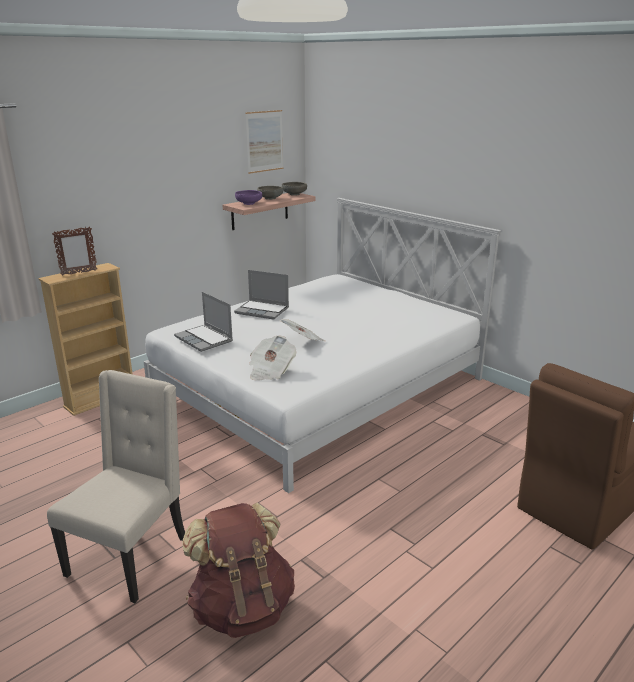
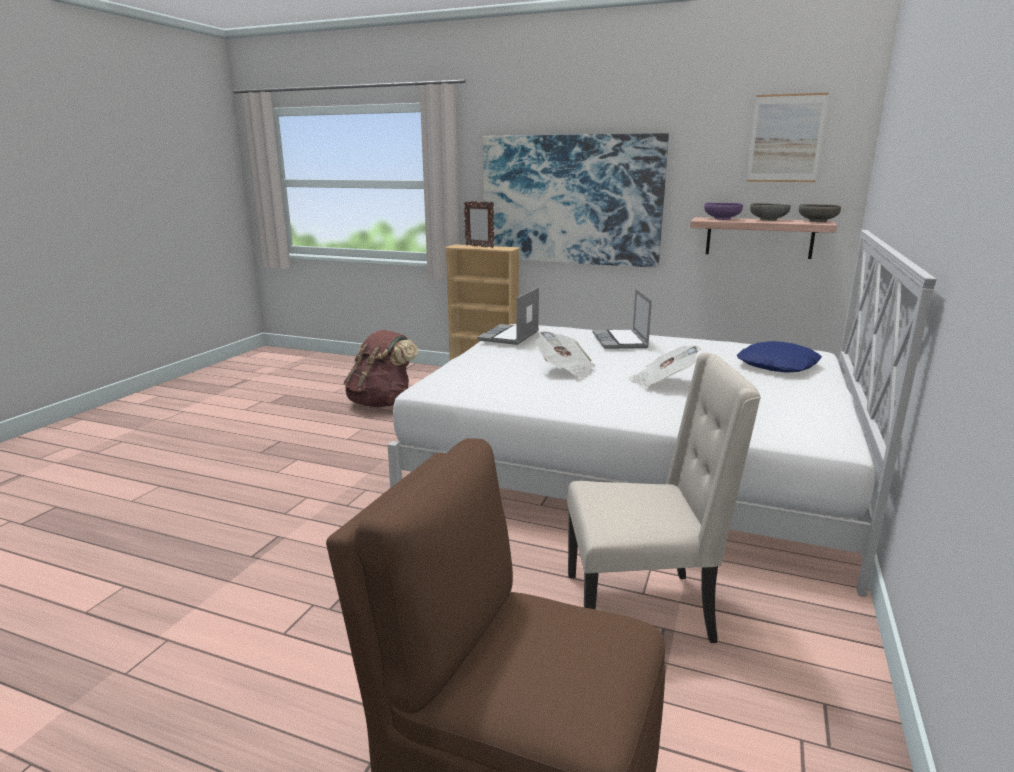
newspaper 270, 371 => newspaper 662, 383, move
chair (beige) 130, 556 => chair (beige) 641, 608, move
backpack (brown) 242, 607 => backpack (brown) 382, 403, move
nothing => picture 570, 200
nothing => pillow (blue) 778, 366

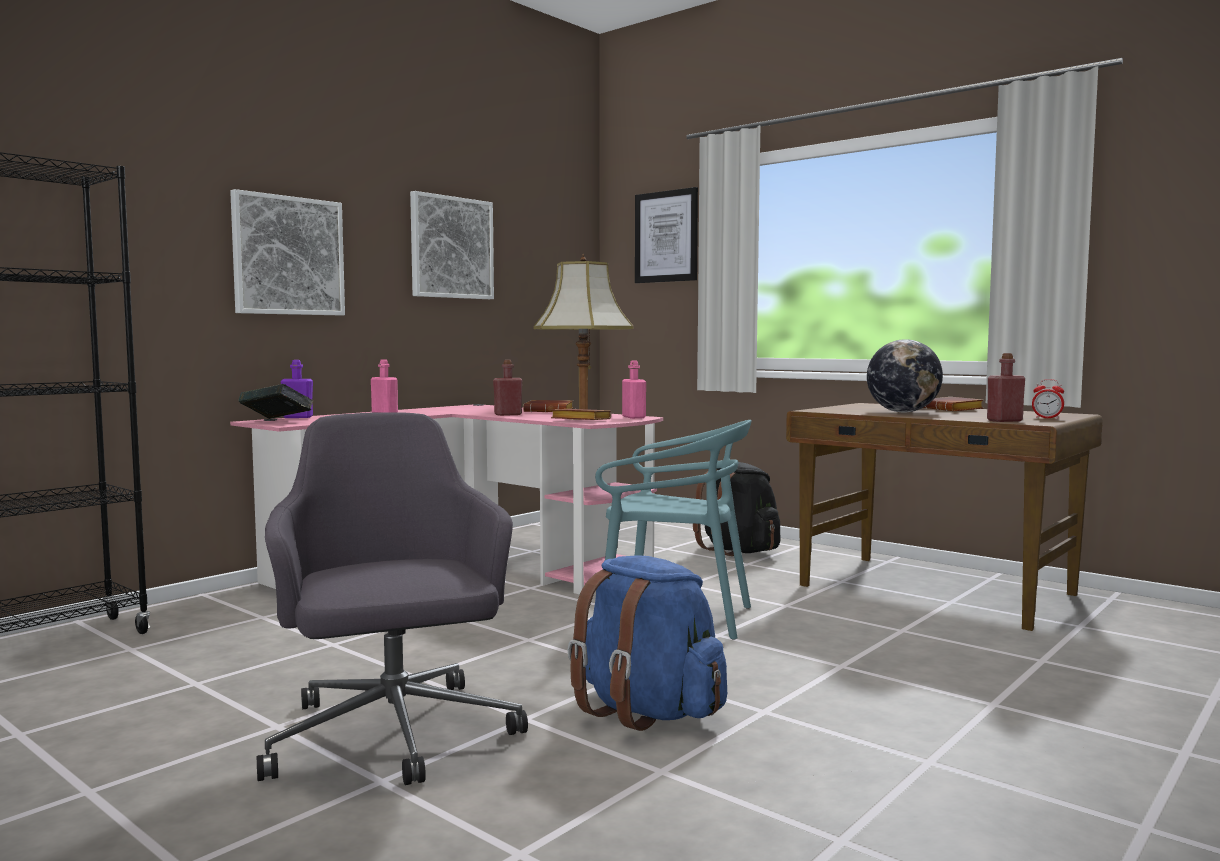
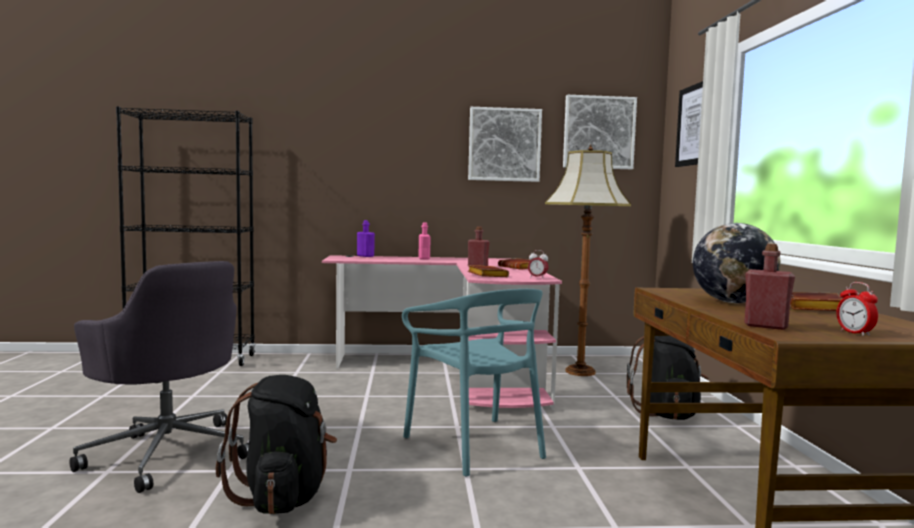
picture 288, 256 => picture 599, 132, move
bottle (pink) 633, 417 => alarm clock 537, 278
book 277, 421 => nothing
office chair (grey) 393, 737 => office chair (grey) 168, 452, 105 degrees clockwise
backpack (blue) 647, 711 => backpack (black) 283, 496

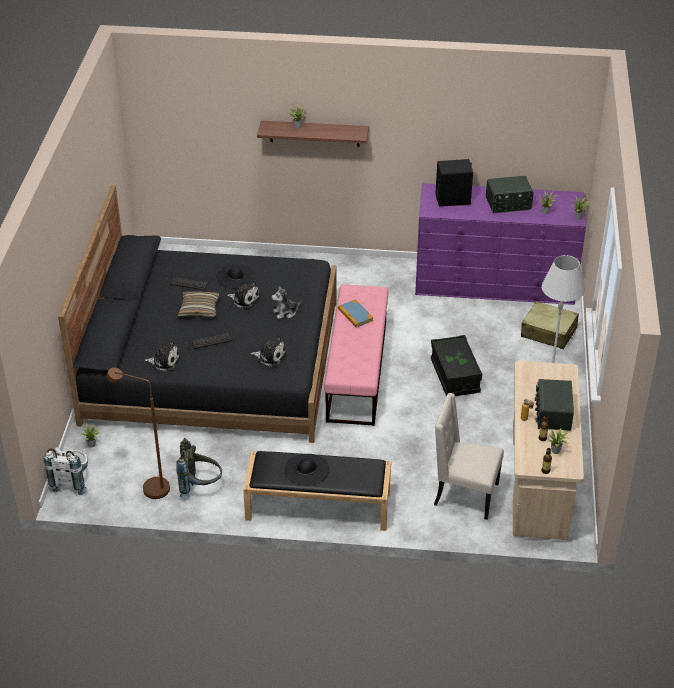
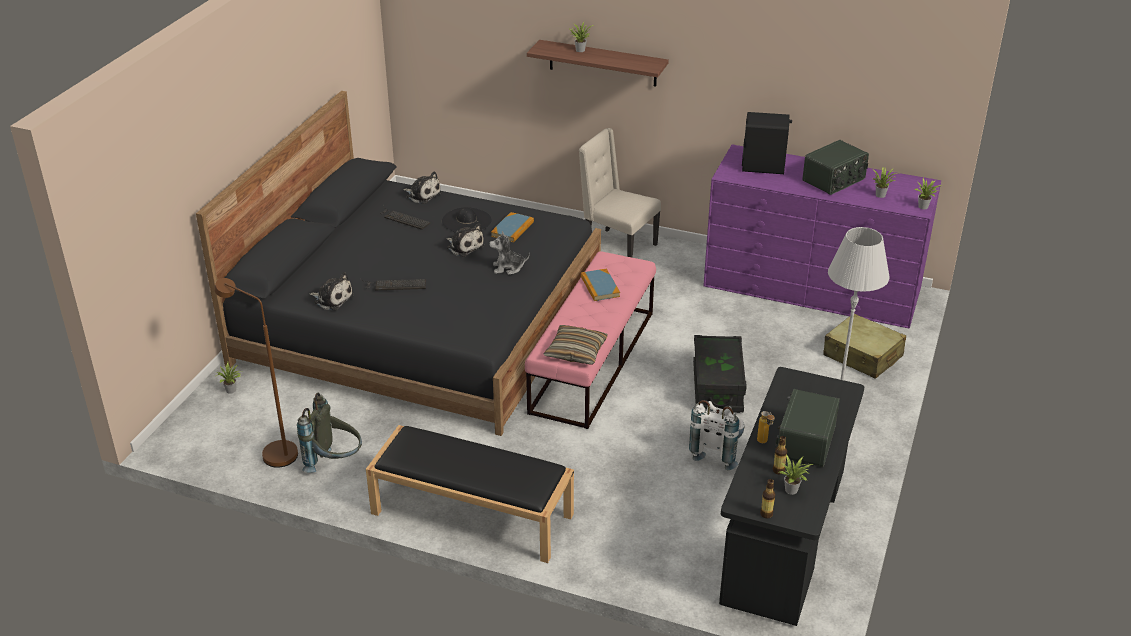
radio 508, 204 => radio 834, 180, 45 degrees counterclockwise
pillow 199, 309 => pillow 576, 352, move
plush toy 270, 356 => plush toy 422, 195, move
desk (beige) 539, 480 => desk (black) 785, 537
chair (beige) 464, 495 => chair (beige) 617, 248, move
backpack (white) 72, 481 => backpack (white) 717, 451, move
hat (black) 307, 470 => nothing
nothing => book 512, 229

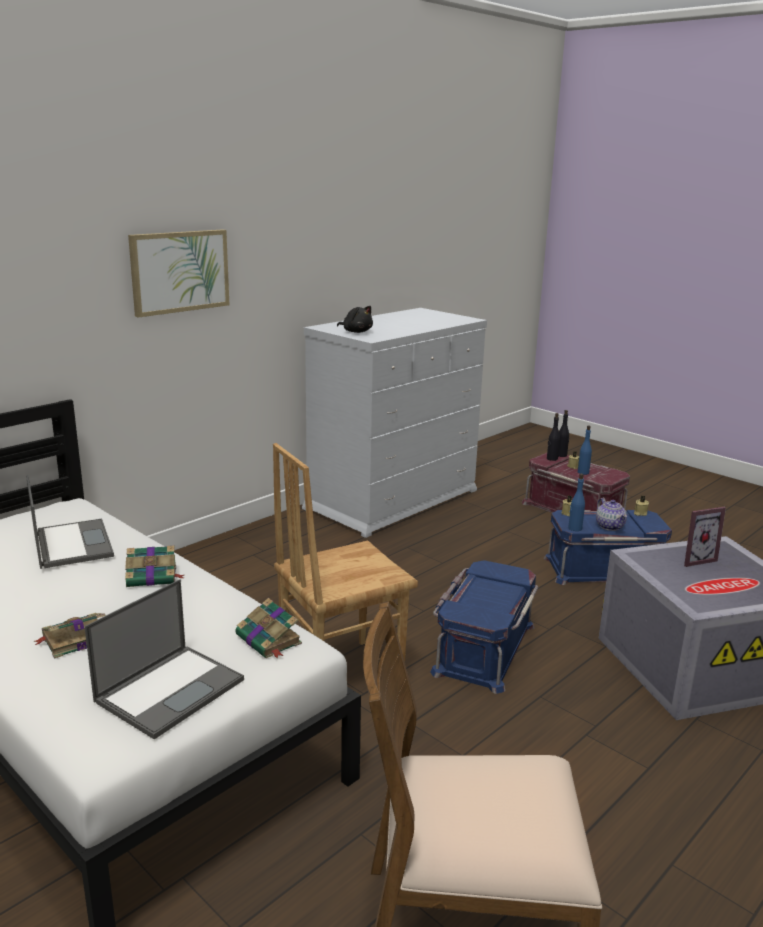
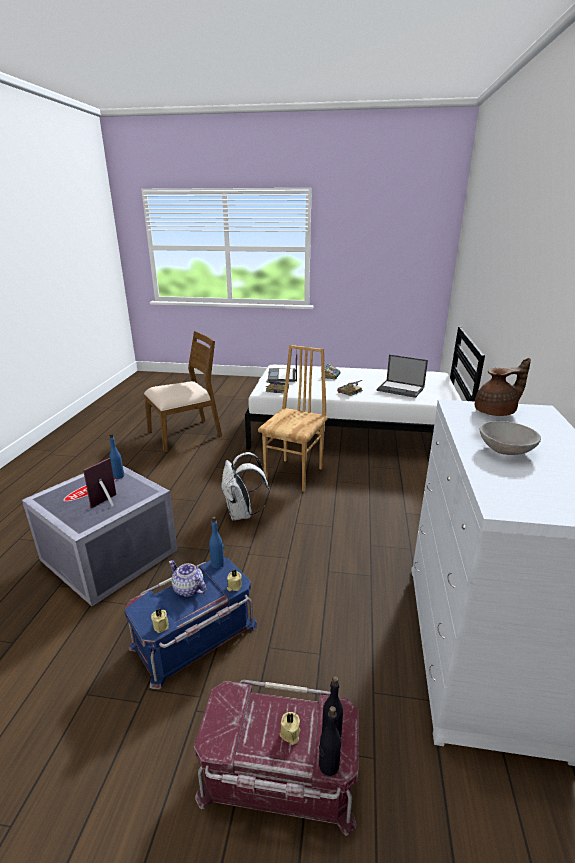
picture 180, 271 => nothing
plush toy (black) 356, 332 => teapot (brown) 496, 412
bottle (blue) 583, 472 => bottle (blue) 118, 476, move
storage box (blue) 483, 648 => backpack (white) 242, 513
nothing => bowl (grey) 505, 450

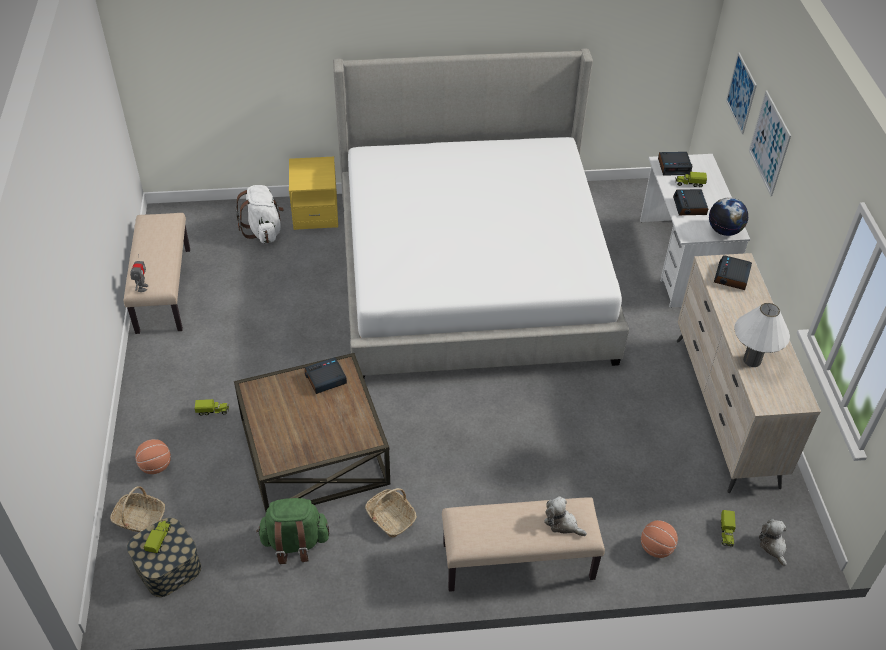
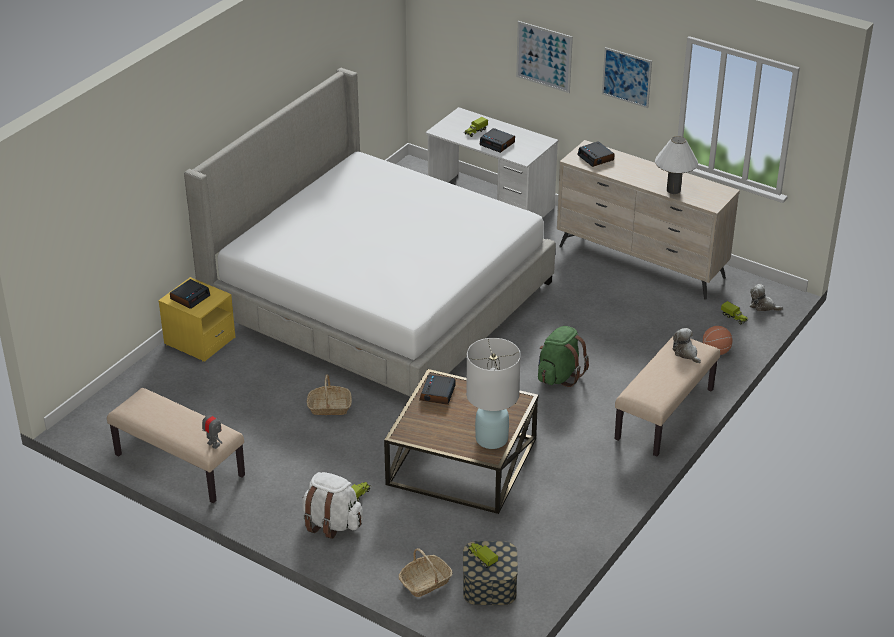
picture 741, 93 => picture 626, 77, move
alarm clock 674, 166 => alarm clock 190, 297, move
backpack (white) 264, 231 => backpack (white) 331, 523, move
globe 724, 230 => nothing
basketball 156, 466 => nothing
basket 390, 518 => basket 329, 407, move
plush toy 562, 523 => plush toy 686, 353, 75 degrees clockwise
backpack (green) 295, 543 => backpack (green) 559, 376, move
nothing => table lamp (white) 491, 439

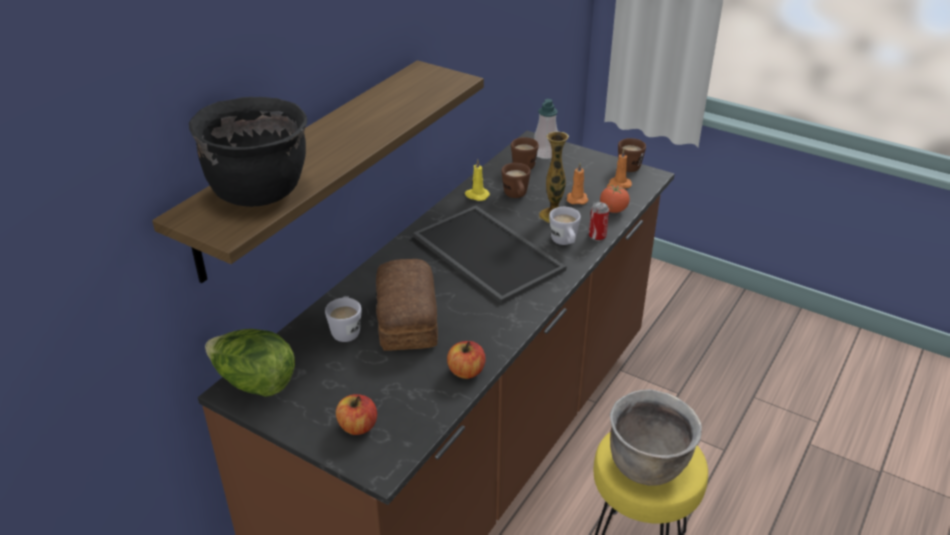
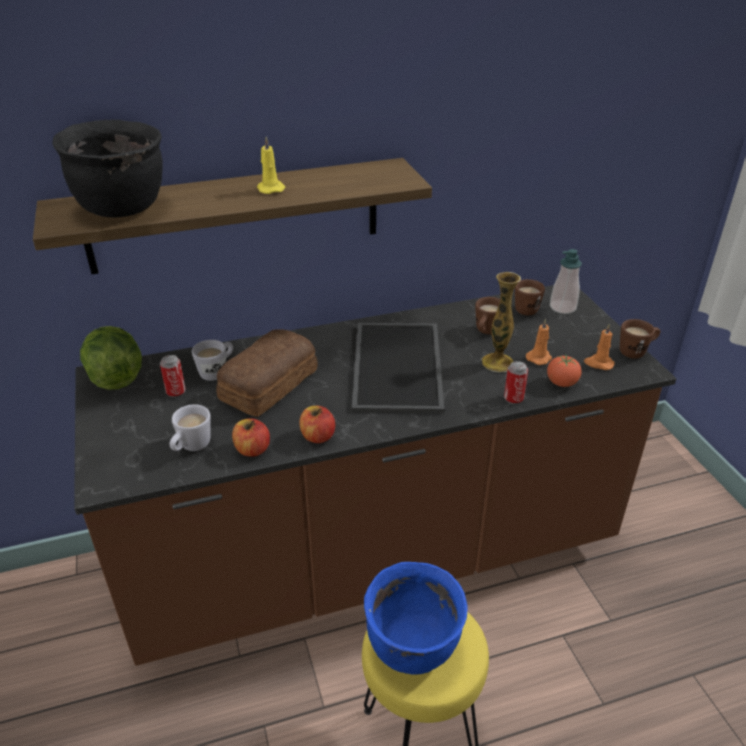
candle (yellow) 476, 195 => candle (yellow) 270, 188, move
mug (white) 565, 243 => mug (white) 191, 447, move
cooking pot (brown) 648, 465 => cooking pot (blue) 413, 647
apple 357, 426 => apple 317, 436, move
nothing => can 176, 392

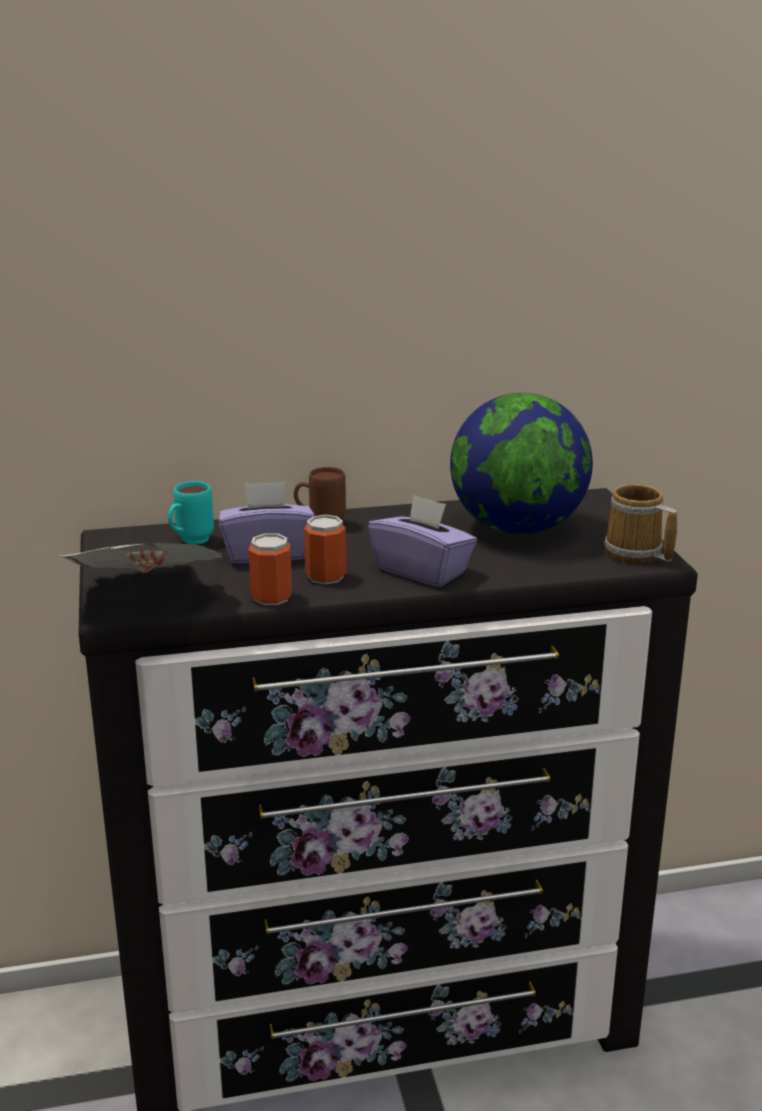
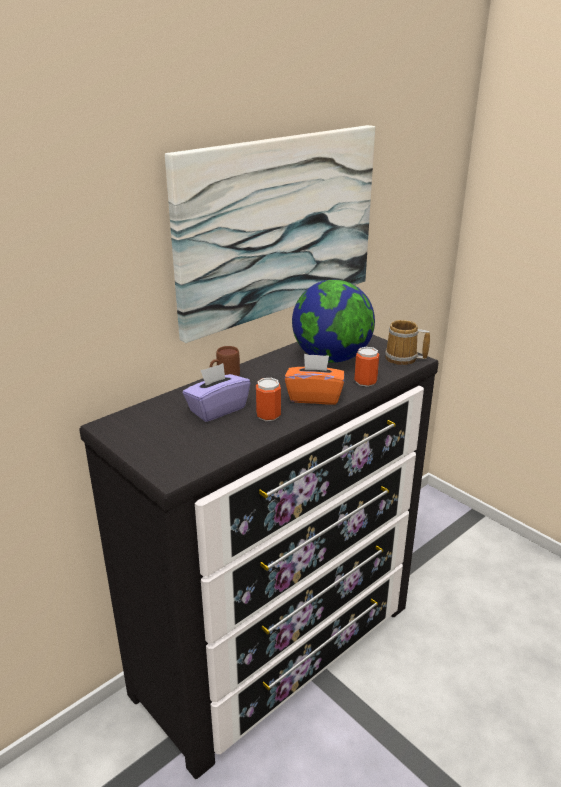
mug (turquoise) 190, 542 => nothing
tissue box (purple) 422, 571 => tissue box (orange) 314, 397
can 271, 597 => can 365, 381, move
newspaper 148, 597 => nothing
nothing => picture 278, 227

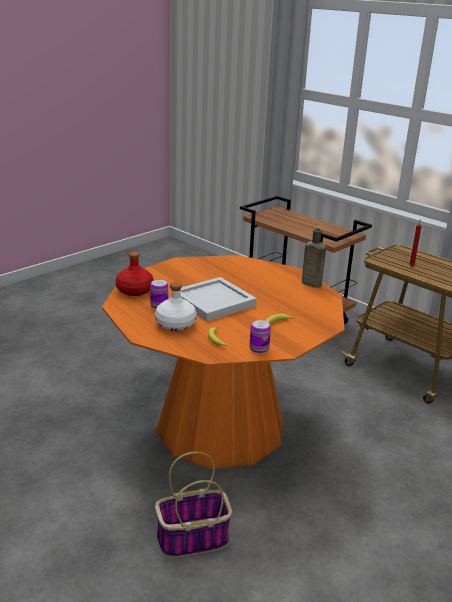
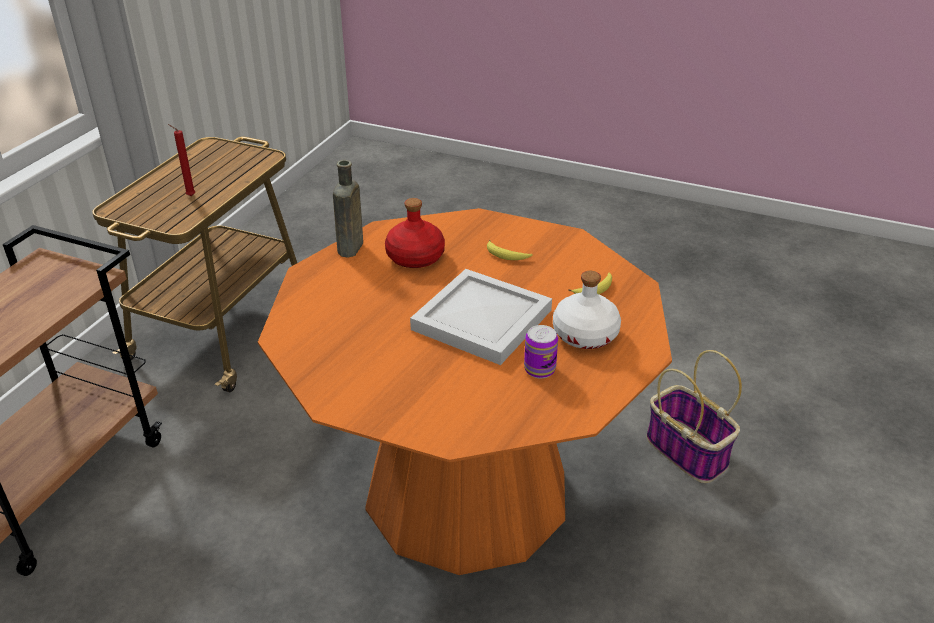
bottle (red) 135, 290 => bottle (red) 414, 257, move
can 259, 349 => nothing

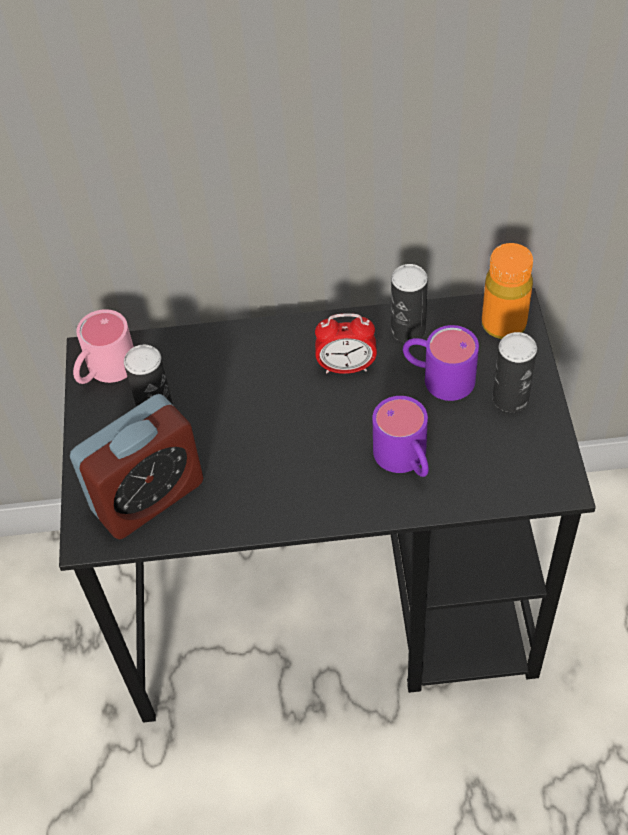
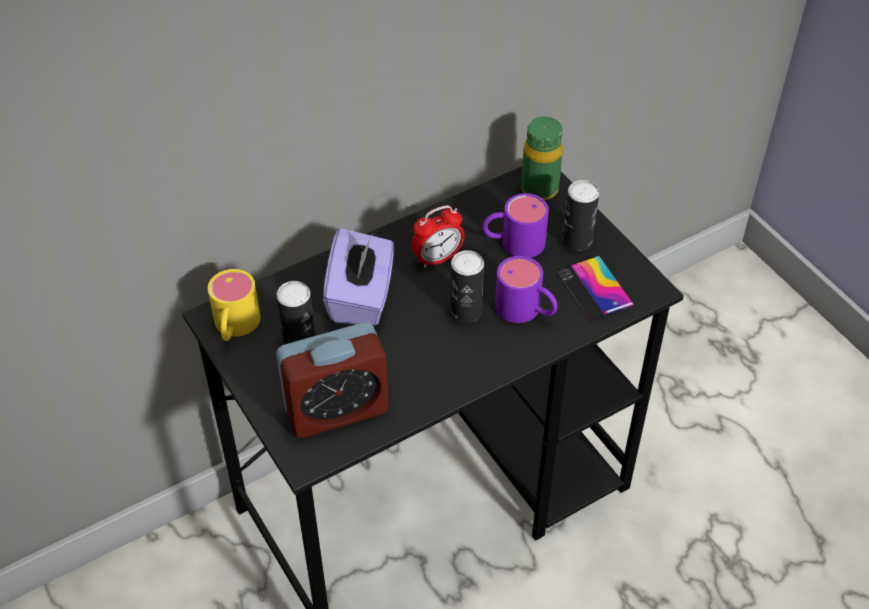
bottle (orange) 503, 324 => bottle (green) 539, 189
can 408, 330 => can 466, 311, move
mug (pink) 104, 371 => mug (yellow) 234, 327
alarm clock 148, 496 => alarm clock 336, 410, 45 degrees clockwise
nothing => tissue box (purple) 361, 297
nothing => phone 595, 289

